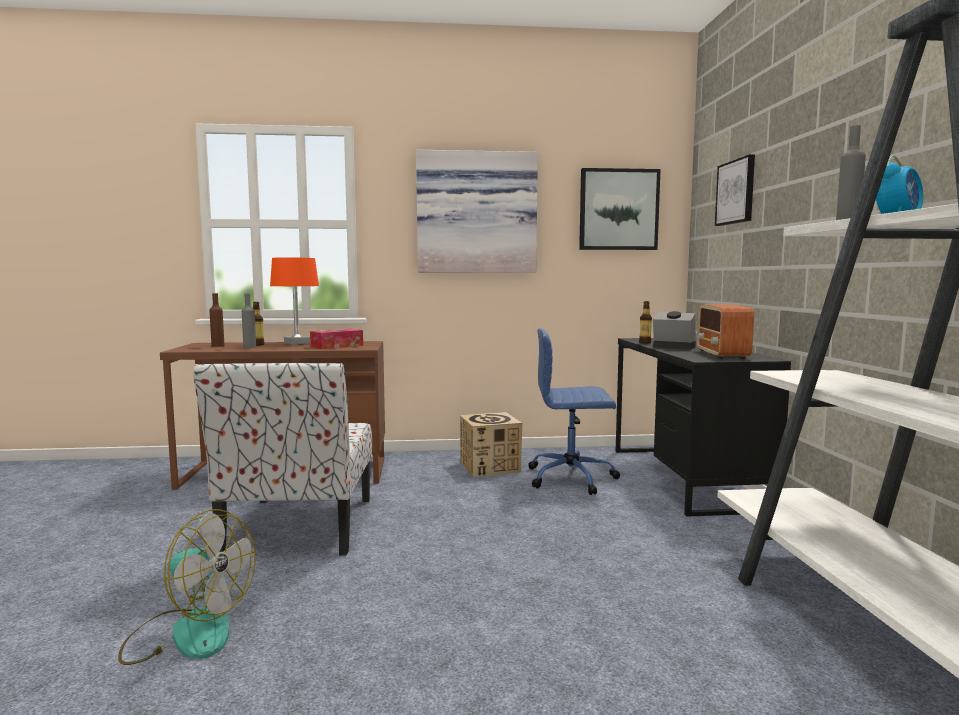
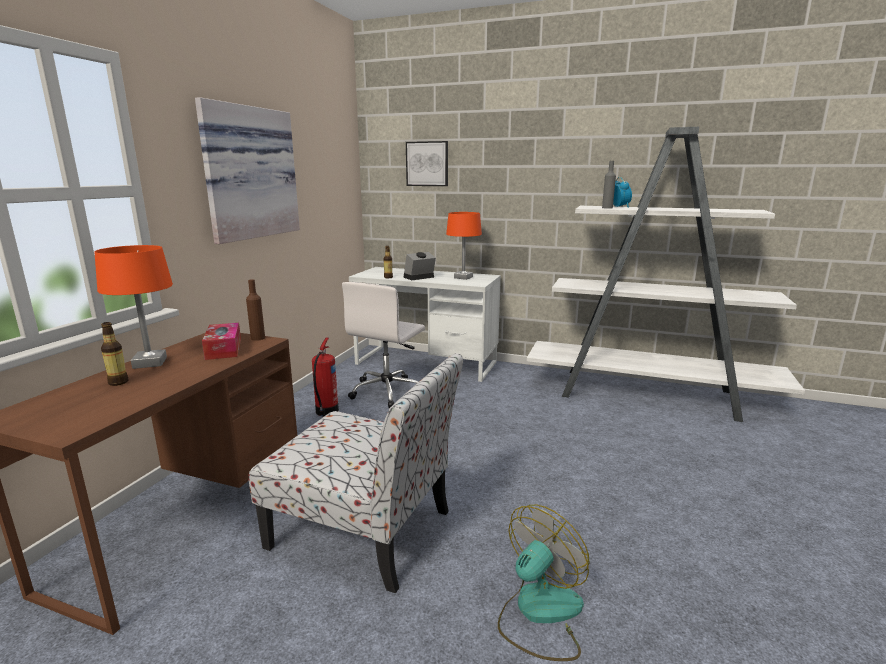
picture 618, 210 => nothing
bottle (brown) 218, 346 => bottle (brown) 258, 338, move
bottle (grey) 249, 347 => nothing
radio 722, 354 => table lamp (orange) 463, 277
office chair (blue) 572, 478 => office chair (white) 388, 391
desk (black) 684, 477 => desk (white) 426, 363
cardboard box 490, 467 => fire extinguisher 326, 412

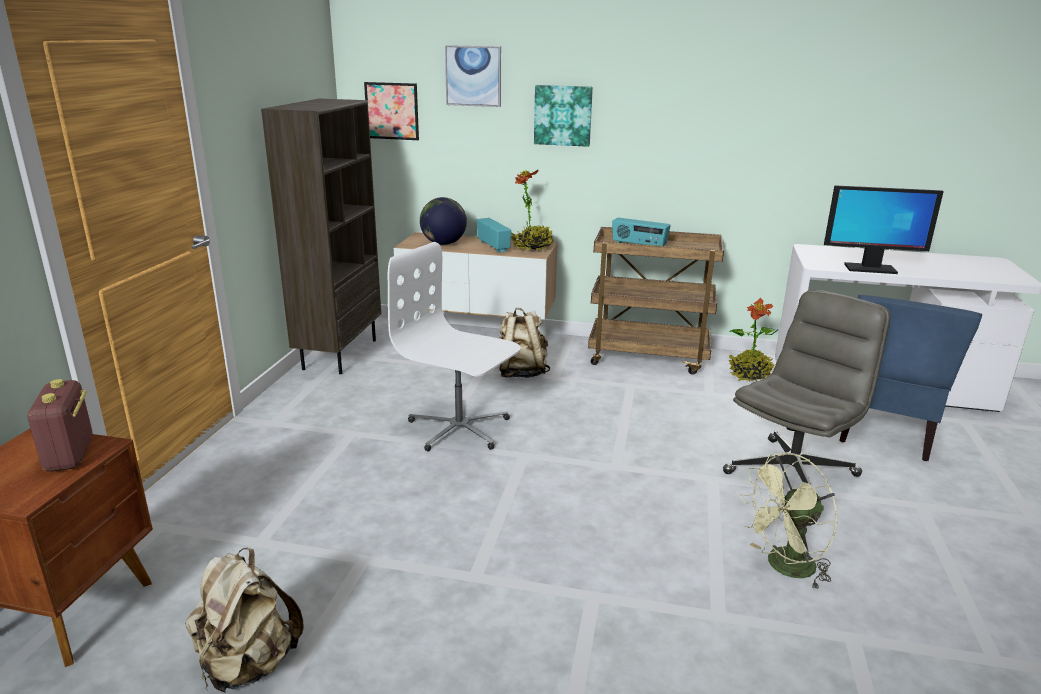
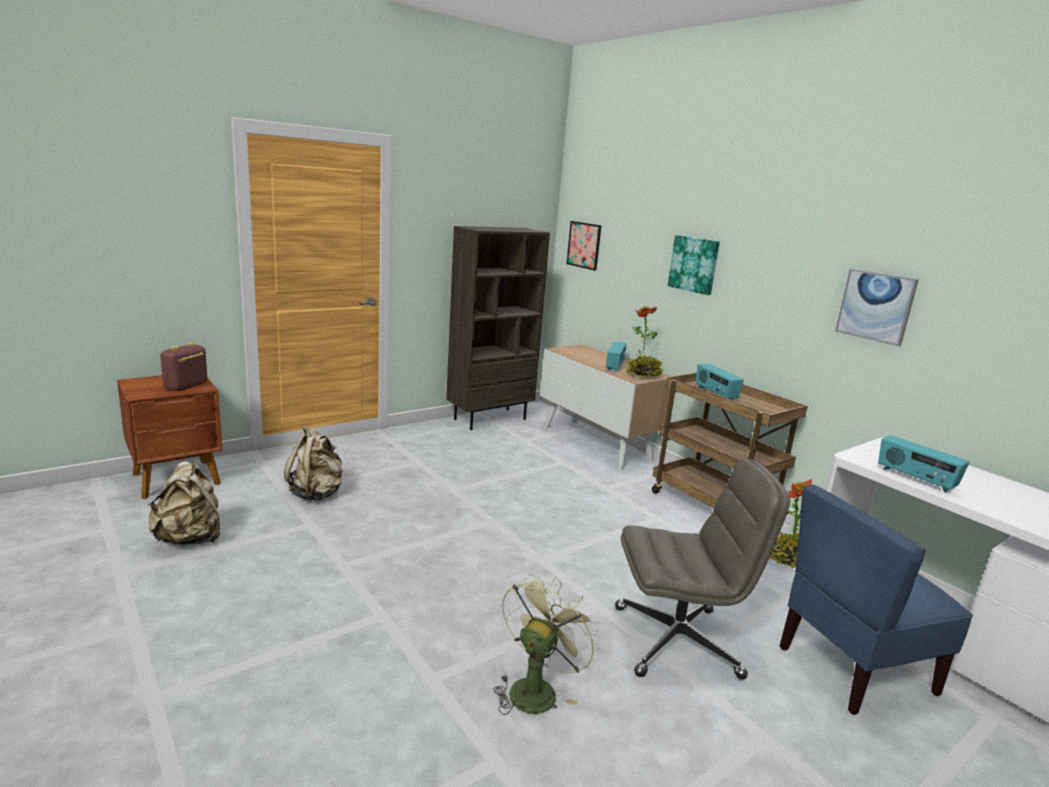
picture 473, 76 => picture 875, 306, move
monitor 869, 269 => radio 915, 479
globe 443, 243 => nothing
office chair (white) 459, 428 => nothing
backpack (beige) 521, 372 => backpack (beige) 317, 493, move
fan (green) 784, 568 => fan (green) 536, 688, 105 degrees clockwise

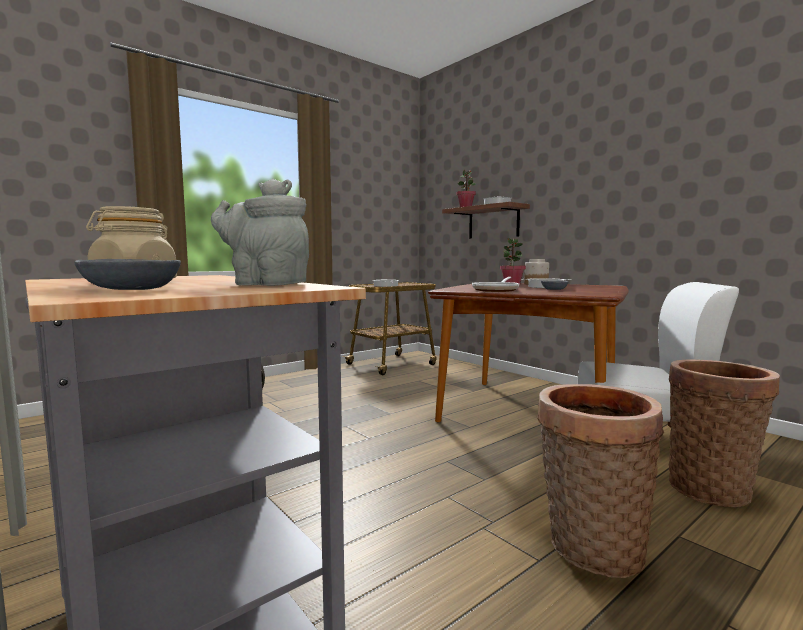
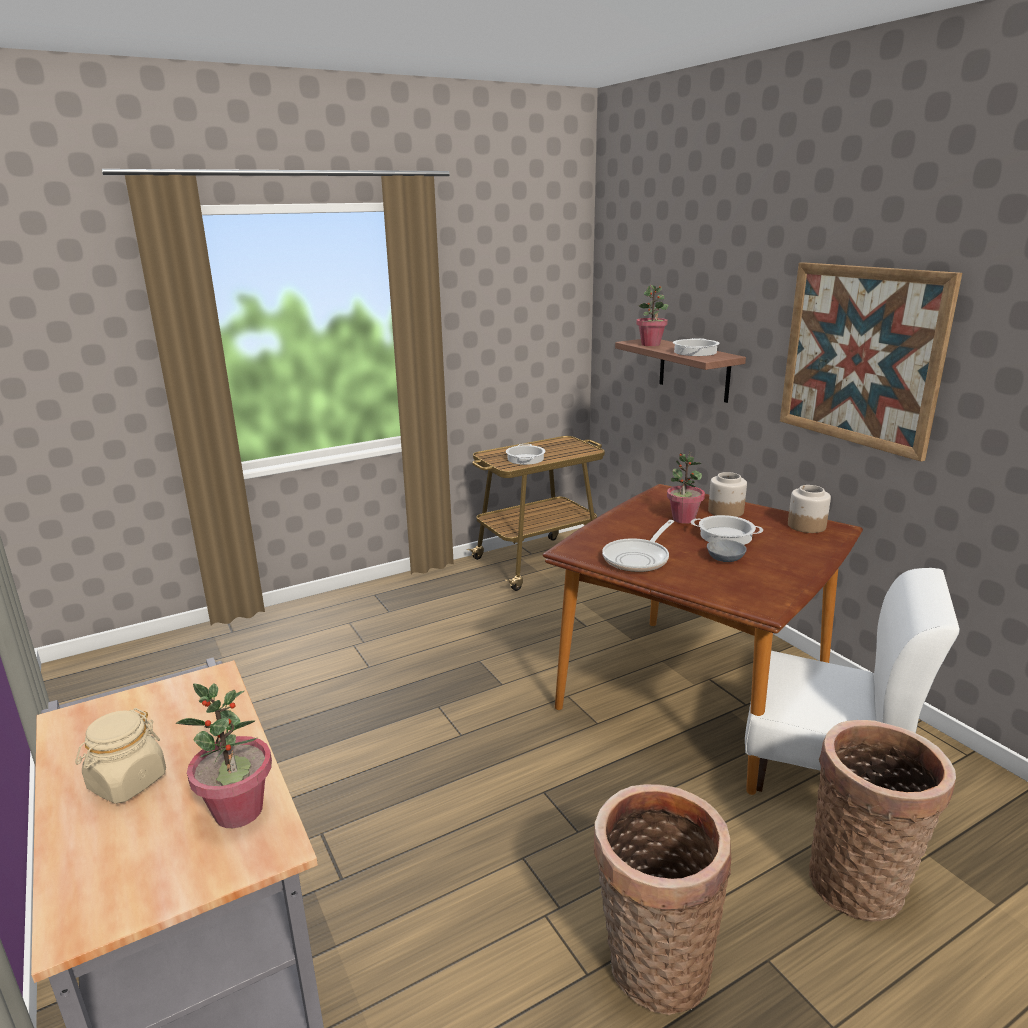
teapot (grey) 265, 284 => potted plant 239, 811
bowl (grey) 129, 289 => nothing
nothing => picture 861, 356
nothing => jar 806, 526

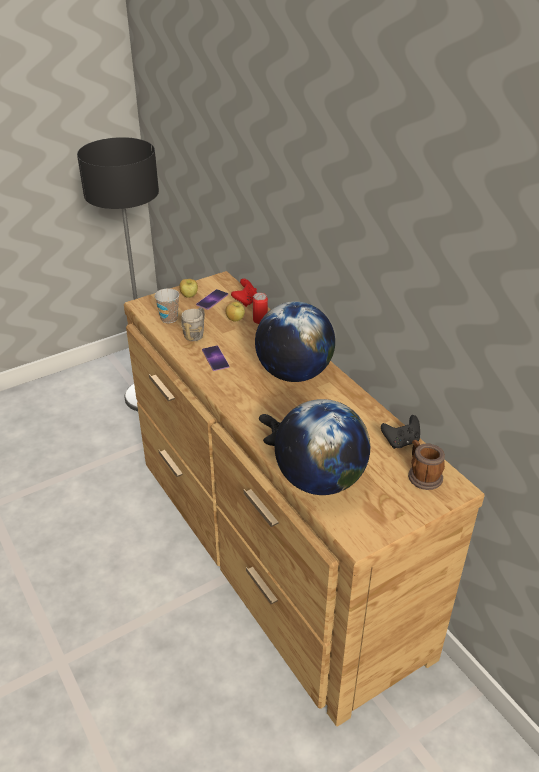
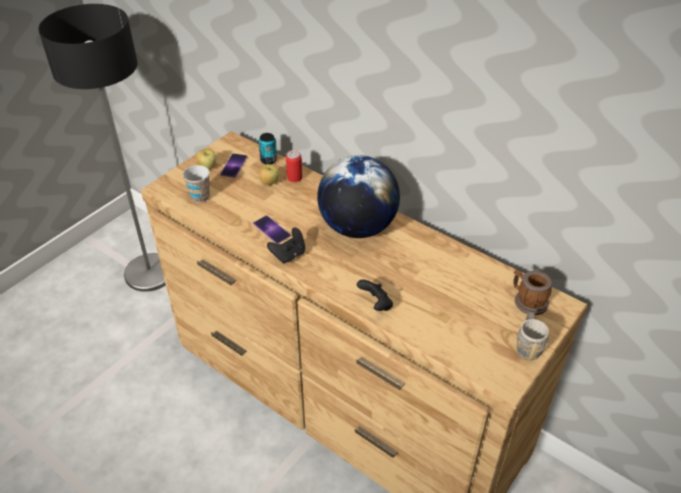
game controller (red) 245, 301 => can 268, 160
mug (grey) 196, 333 => mug (grey) 527, 346, move
globe 320, 480 => nothing
game controller (black) 401, 442 => game controller (black) 289, 255, move

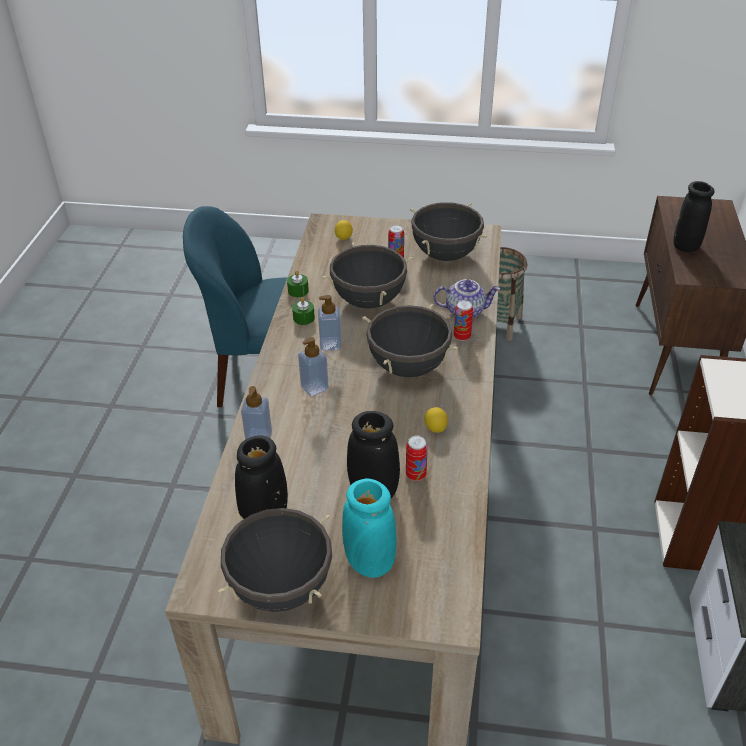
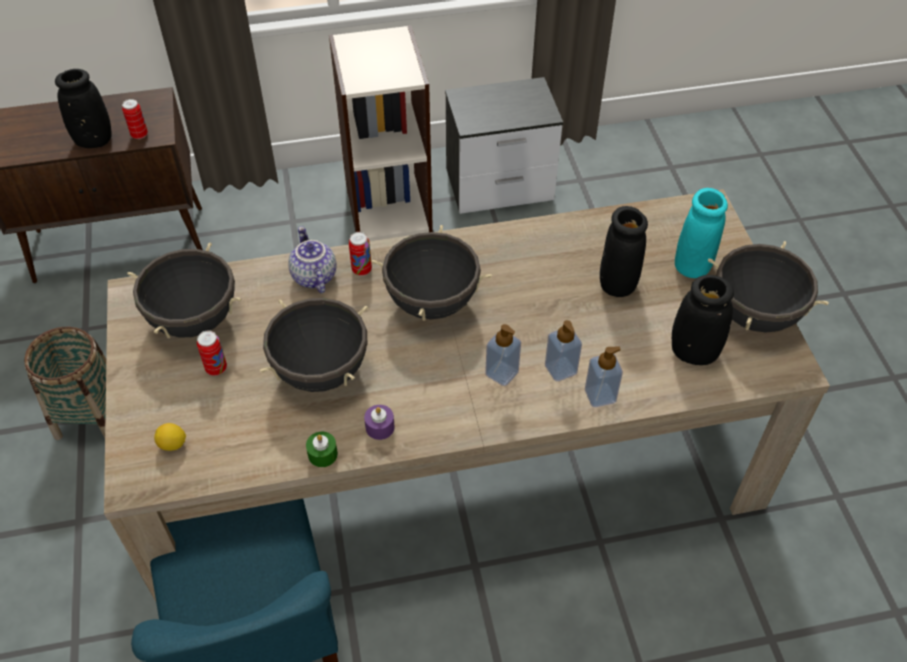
soap dispenser 330, 344 => soap dispenser 560, 369, move
candle (green) 303, 318 => candle (purple) 380, 427
lemon 435, 428 => nothing
can 416, 475 => can 139, 135, move

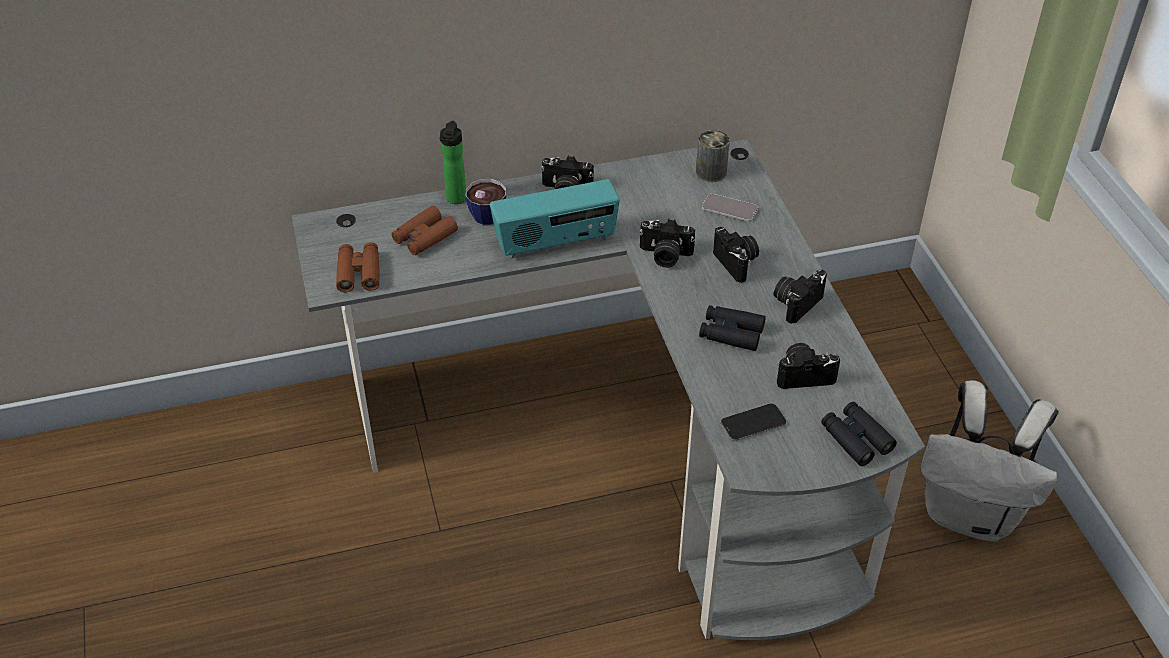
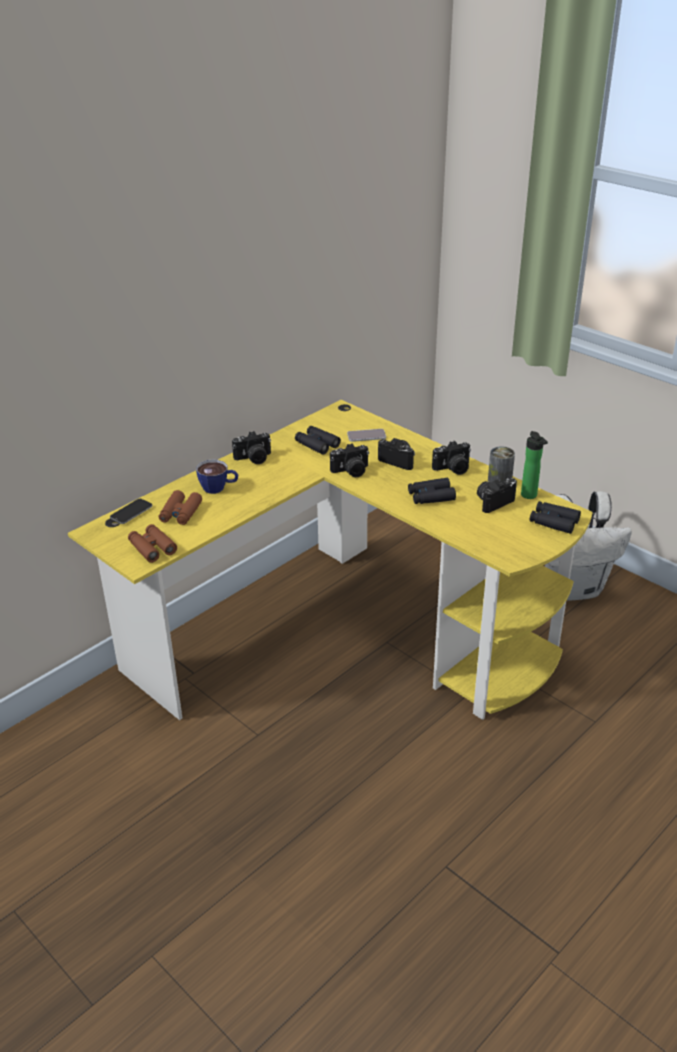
bottle 455, 200 => bottle 530, 496, move
can 711, 172 => can 499, 480, move
desk (grey) 633, 443 => desk (yellow) 345, 630
radio 556, 242 => nothing
photo camera 796, 303 => photo camera 453, 469, 120 degrees counterclockwise
phone 753, 423 => phone 131, 512, move
nothing => binoculars (black) 317, 444

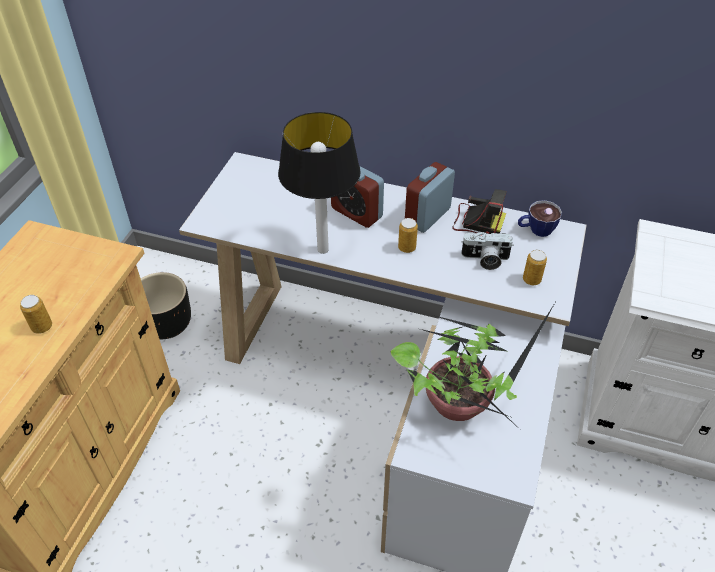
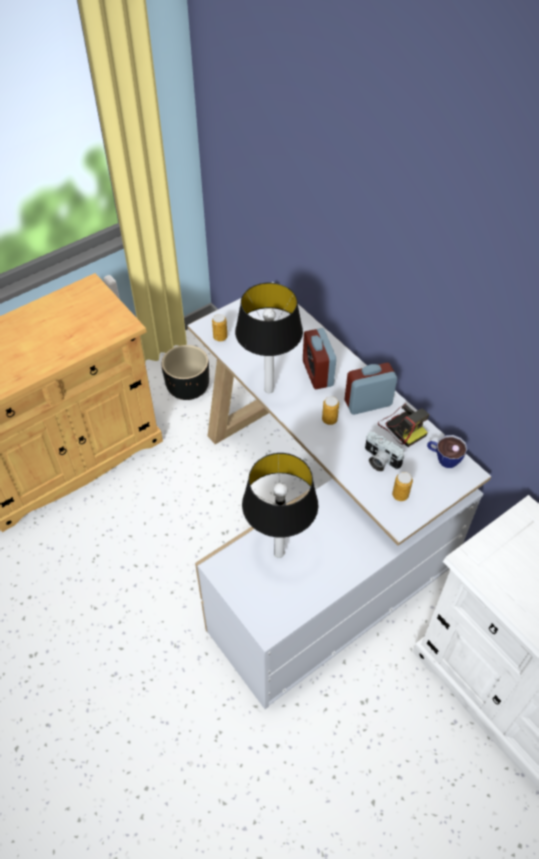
can 42, 327 => can 220, 337, move
potted plant 459, 403 => table lamp 279, 554

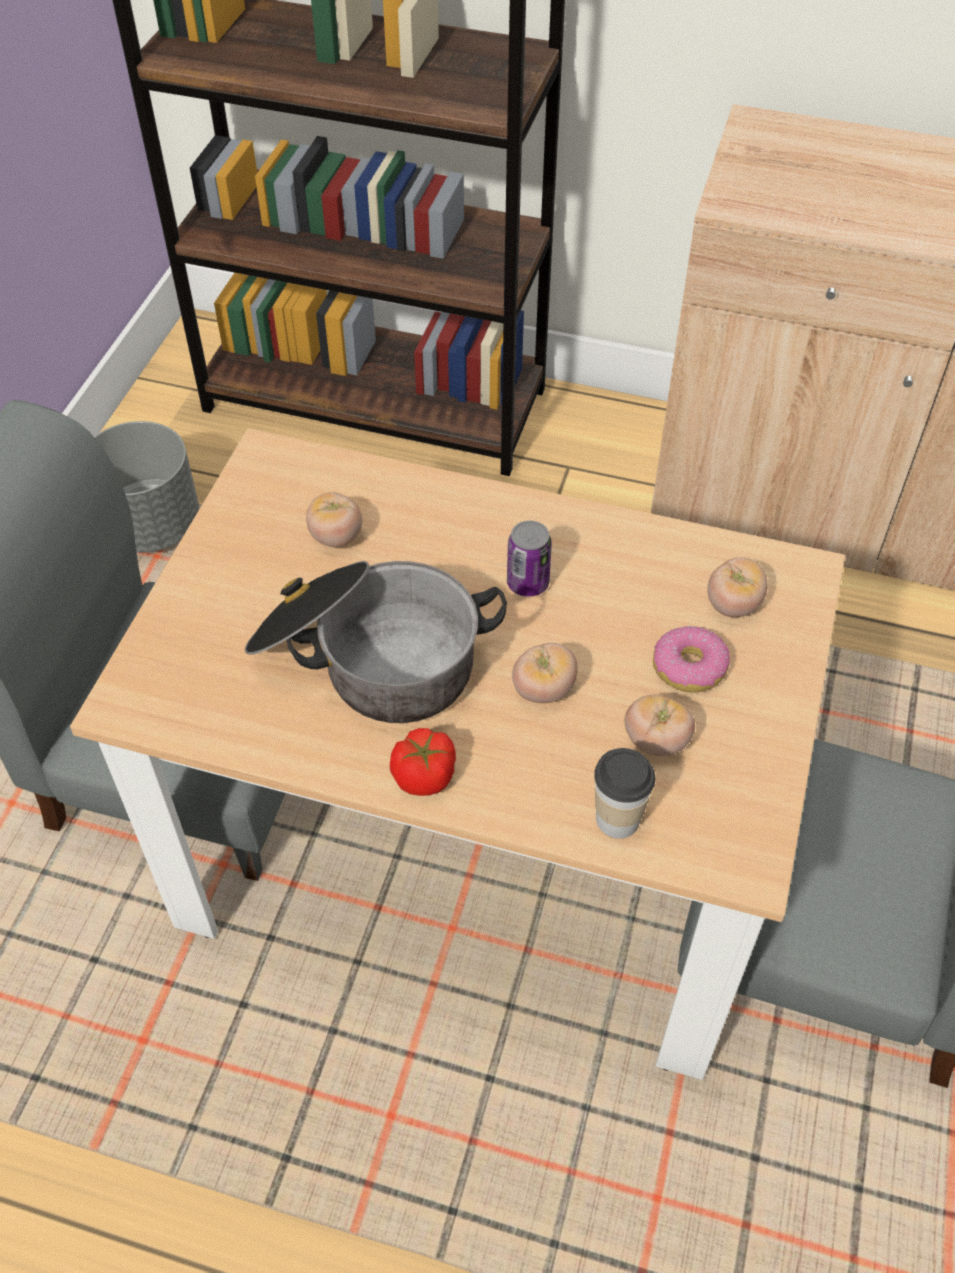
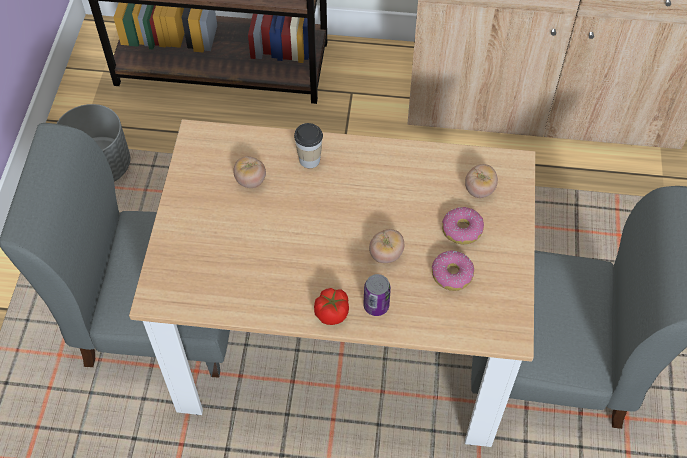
can 527, 583 => can 376, 306, move
cooking pot 369, 660 => nothing
tomato 656, 741 => donut 451, 274
cup 617, 819 => cup 309, 160, move

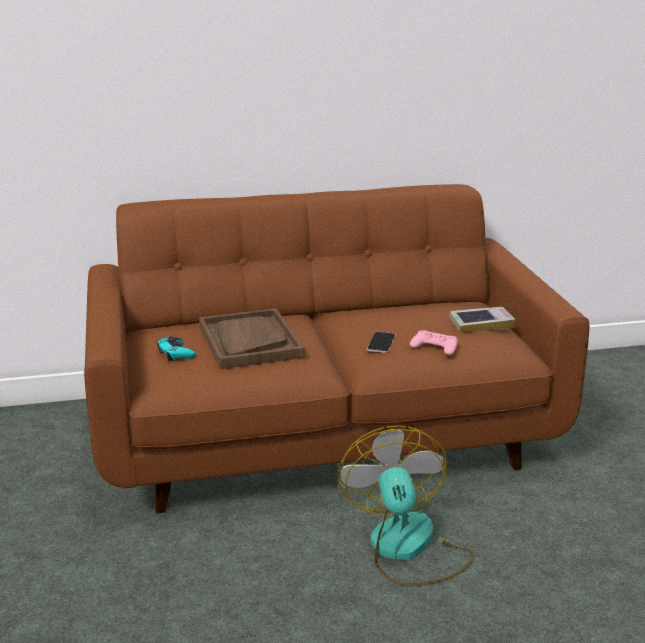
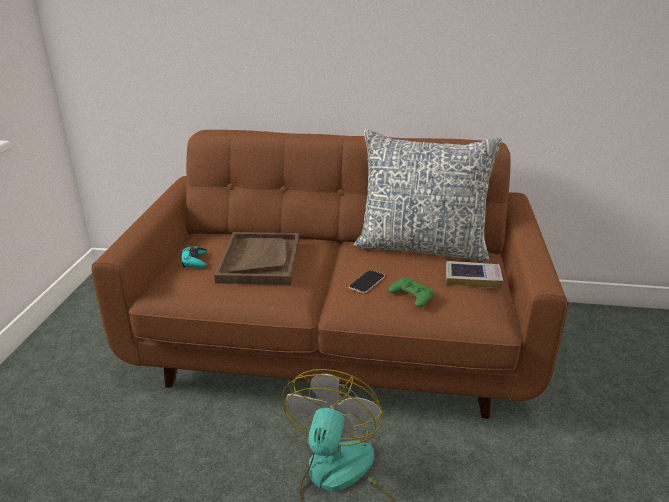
game controller (pink) 435, 347 => game controller (green) 412, 296
nothing => pillow 421, 247

